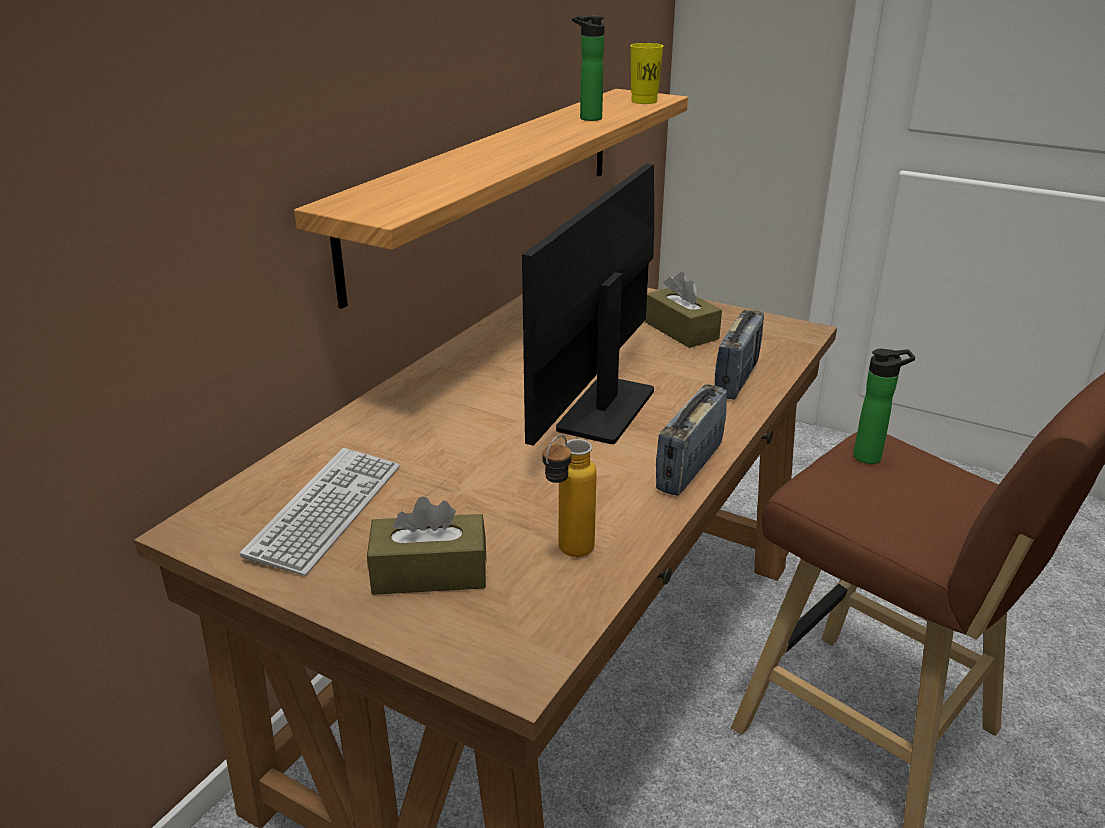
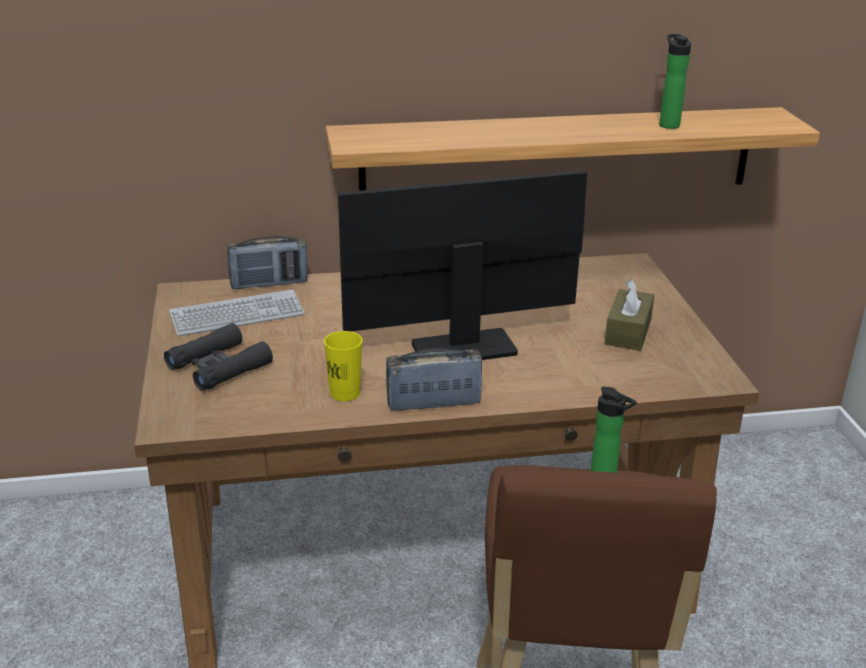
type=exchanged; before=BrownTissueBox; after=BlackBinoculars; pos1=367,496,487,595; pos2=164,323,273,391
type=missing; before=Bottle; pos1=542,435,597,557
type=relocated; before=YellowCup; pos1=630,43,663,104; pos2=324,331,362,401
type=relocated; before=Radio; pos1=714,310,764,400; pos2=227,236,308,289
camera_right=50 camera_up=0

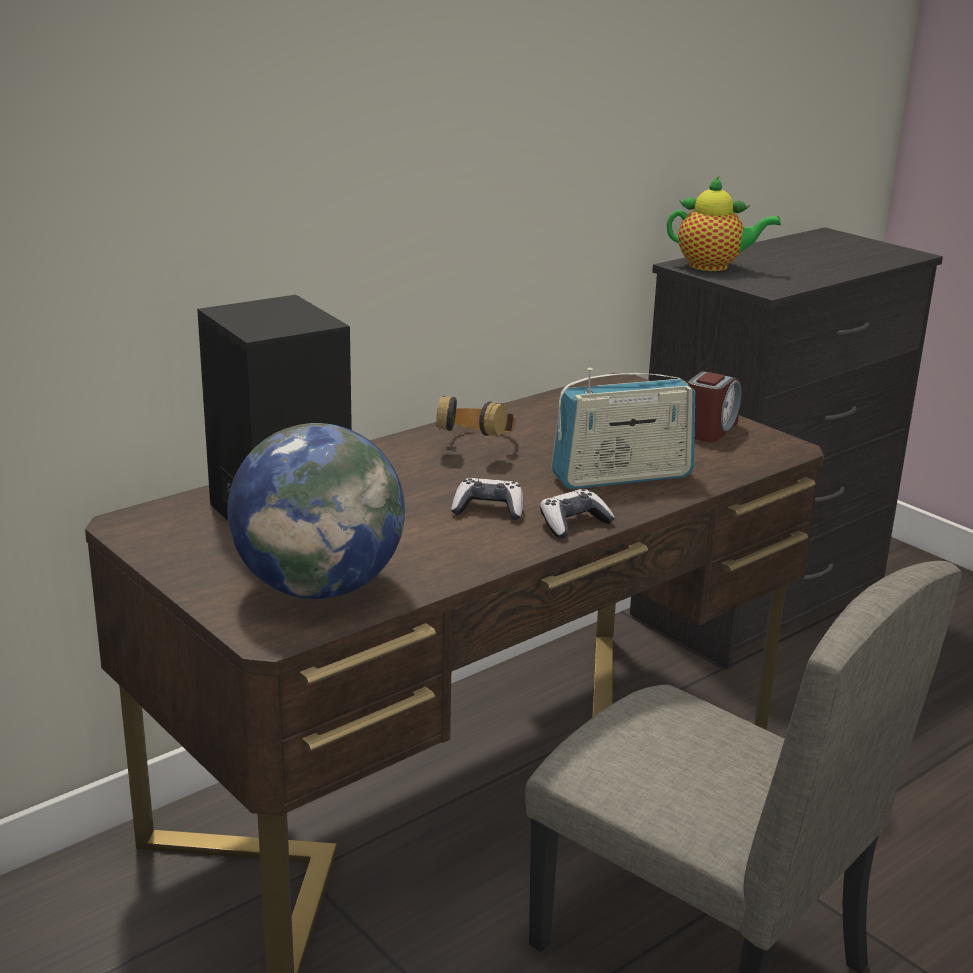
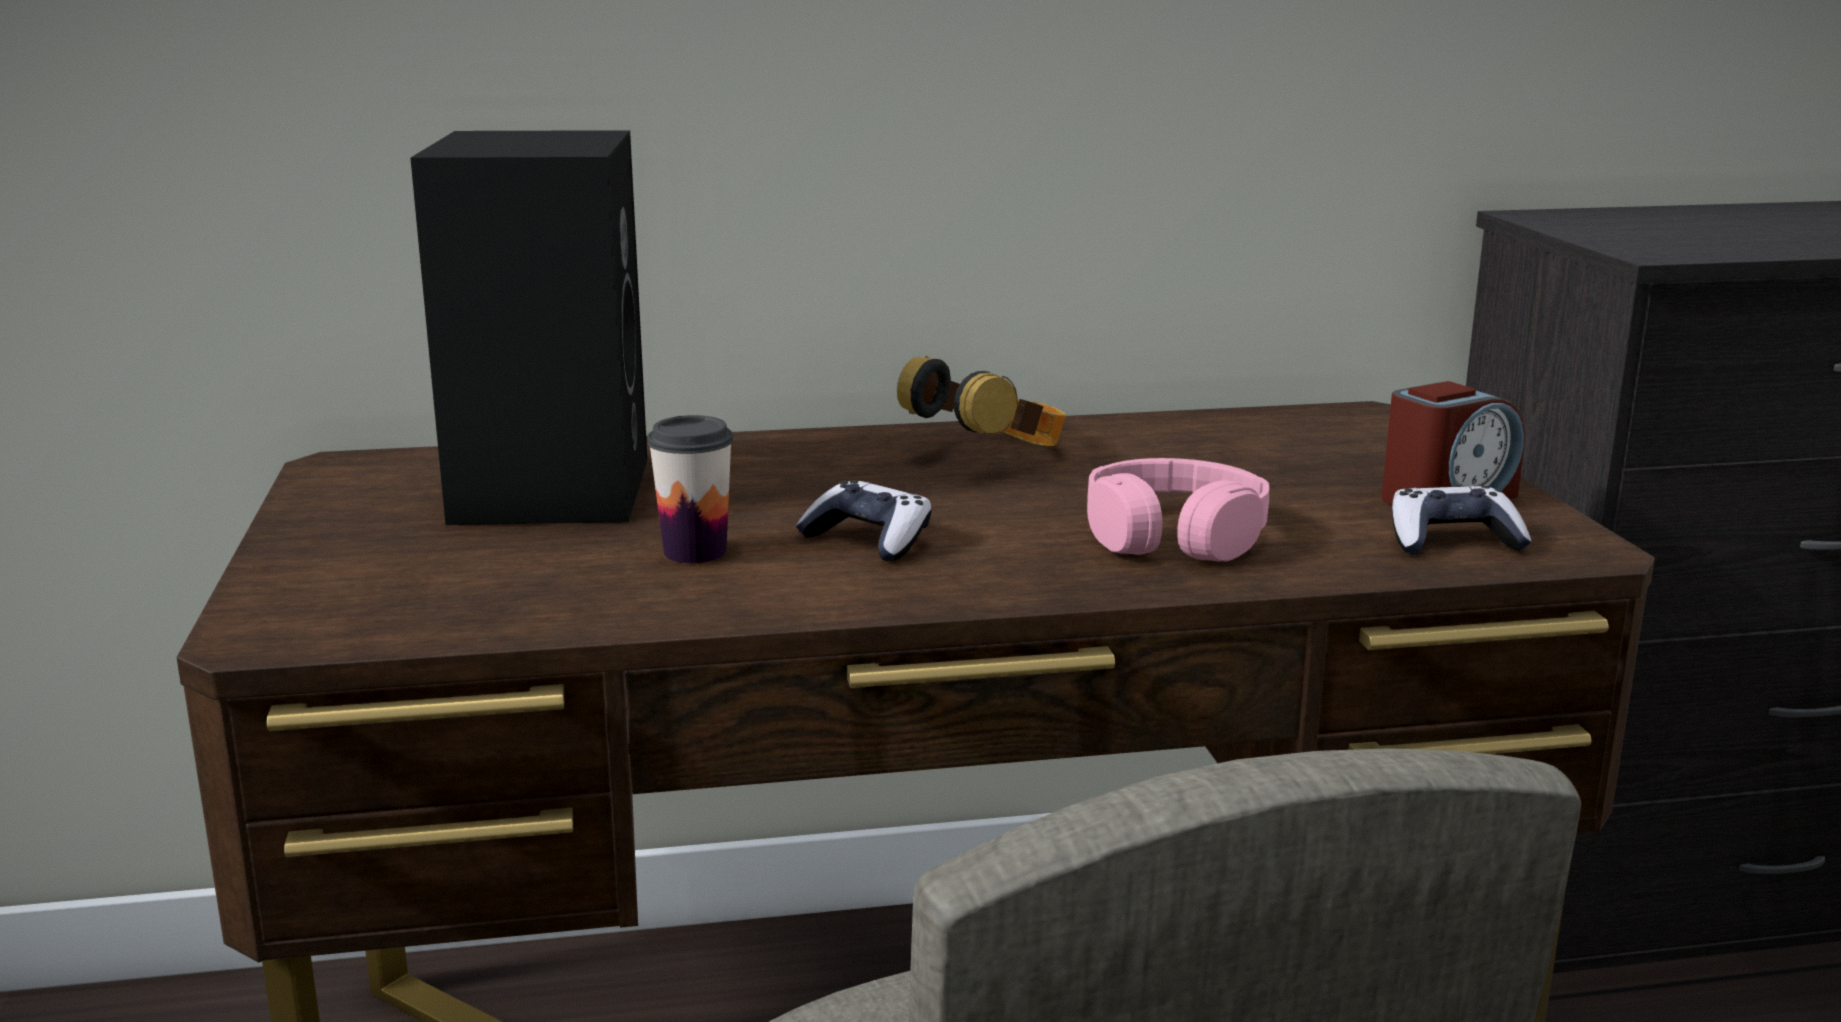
type=missing; before=Globe; pos1=227,423,405,599
type=relocated; before=GameController; pos1=540,489,615,538; pos2=1392,486,1532,555
type=exchanged; before=Radio; after=PinkHeadphones; pos1=551,368,695,489; pos2=1087,458,1269,562
type=missing; before=Teapot; pos1=667,176,781,271
type=appeared; after=Cup; pos2=647,415,733,564
camera_right=30 camera_up=-5

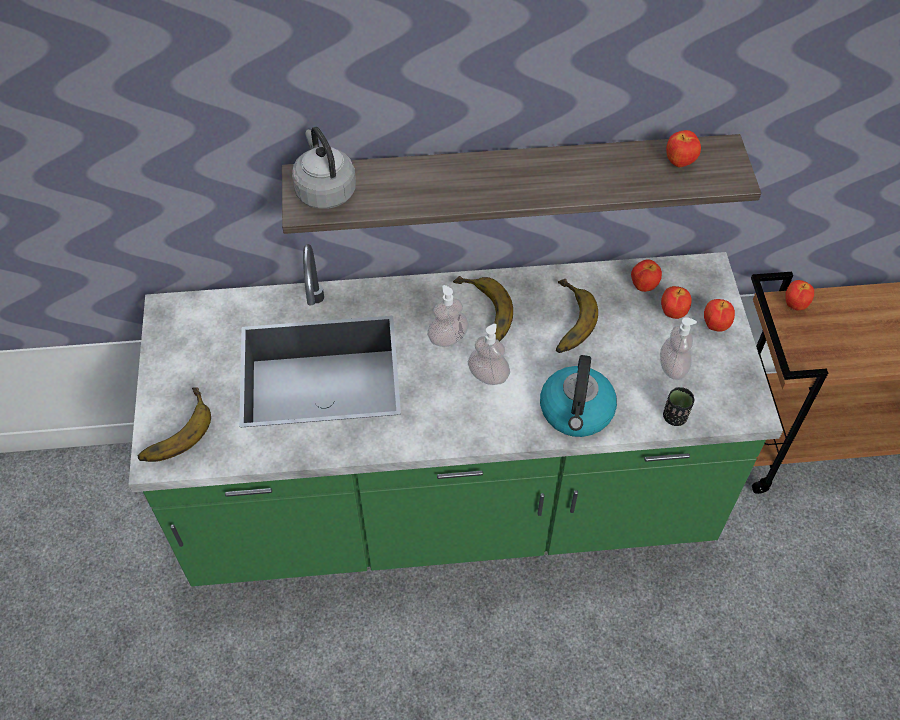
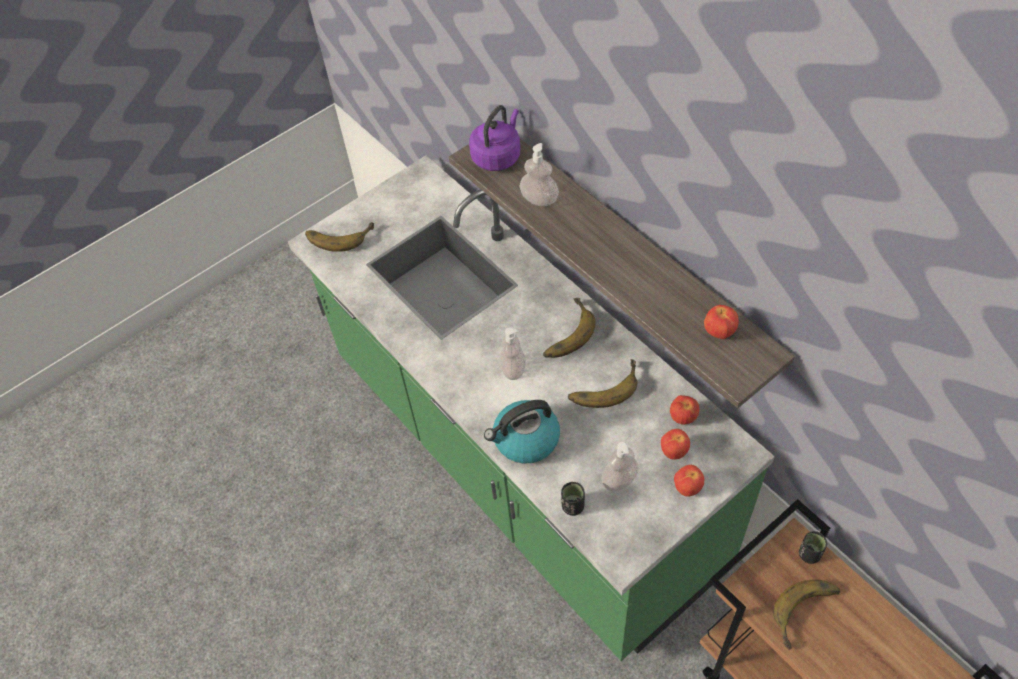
type=colour; before=GreyKettle; after=PurpleKettle; pos1=292,127,356,209; pos2=469,105,520,171
type=relocated; before=SoapDispenser; pos1=427,285,469,347; pos2=520,143,559,206
type=exchanged; before=Apple; after=BlackCup; pos1=785,280,814,311; pos2=799,531,827,564
type=appeared; after=Banana; pos2=773,580,840,650
camera_right=60 camera_up=0

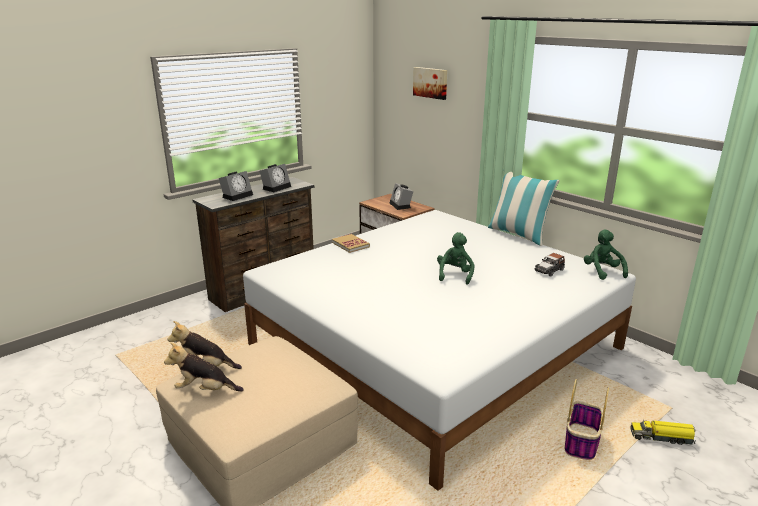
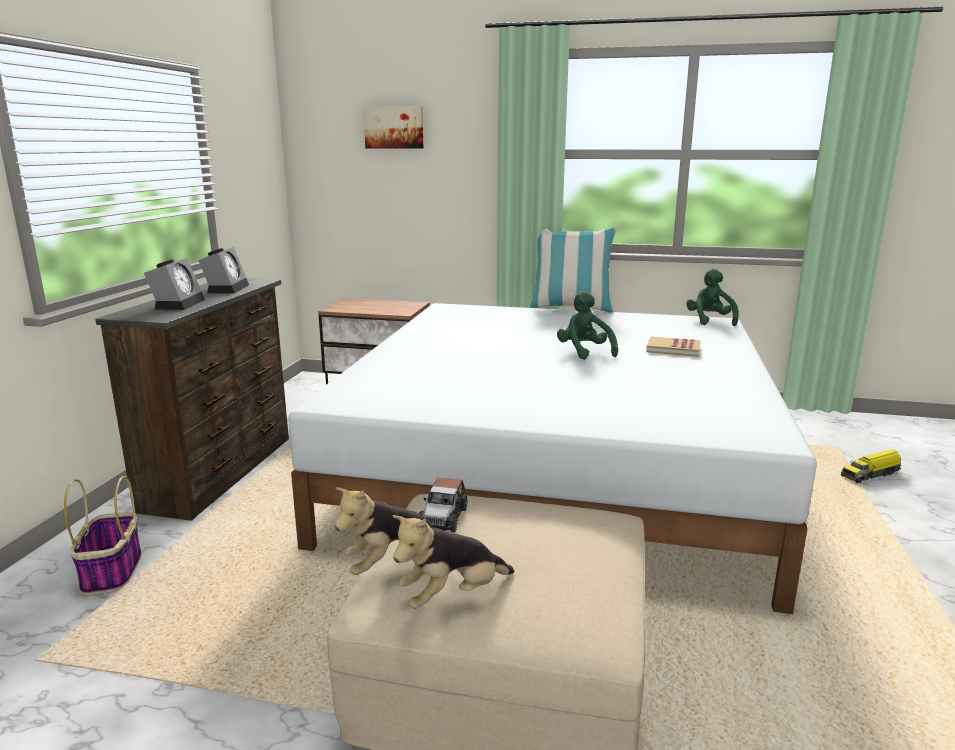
type=relocated; before=Book; pos1=332,234,370,253; pos2=646,336,700,357
type=missing; before=AlarmClock; pos1=390,183,413,210
type=relocated; before=ToyCar; pos1=535,253,565,277; pos2=419,477,467,533
type=relocated; before=Basket; pos1=565,379,609,460; pos2=64,476,142,595
type=spun; before=GreenPlushToy; pos1=584,229,628,280; pos2=686,268,739,326; turn=45
camera_right=-35 camera_up=-5

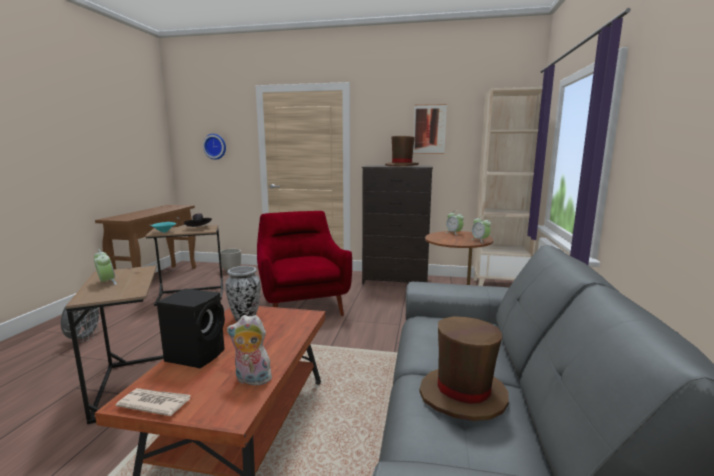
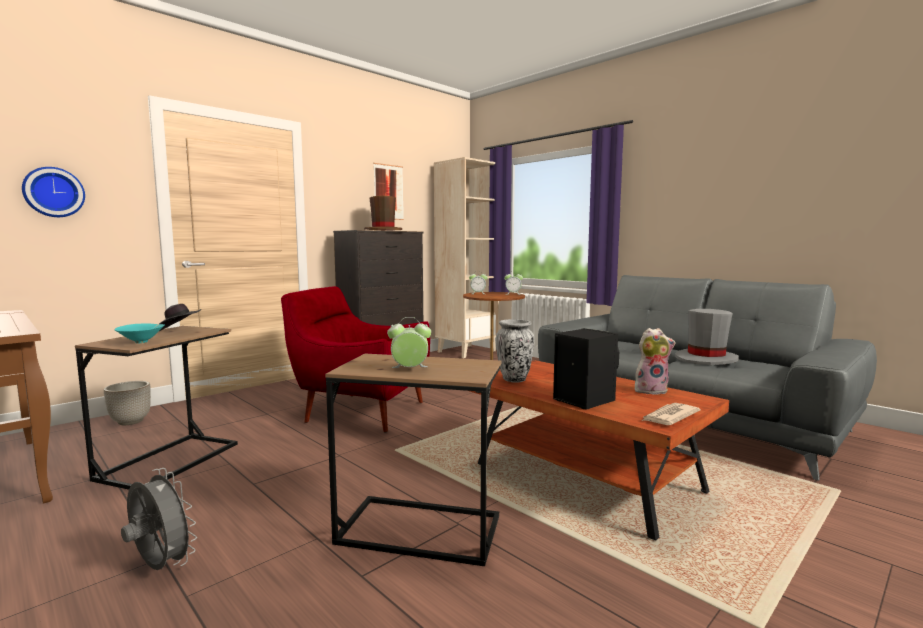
type=spun; before=PlushToy; pos1=227,315,272,386; pos2=635,328,675,395; turn=-135
type=colour; before=BrownHat; after=GreyHat; pos1=419,316,509,421; pos2=675,309,739,365
camera_right=-55 camera_up=-5

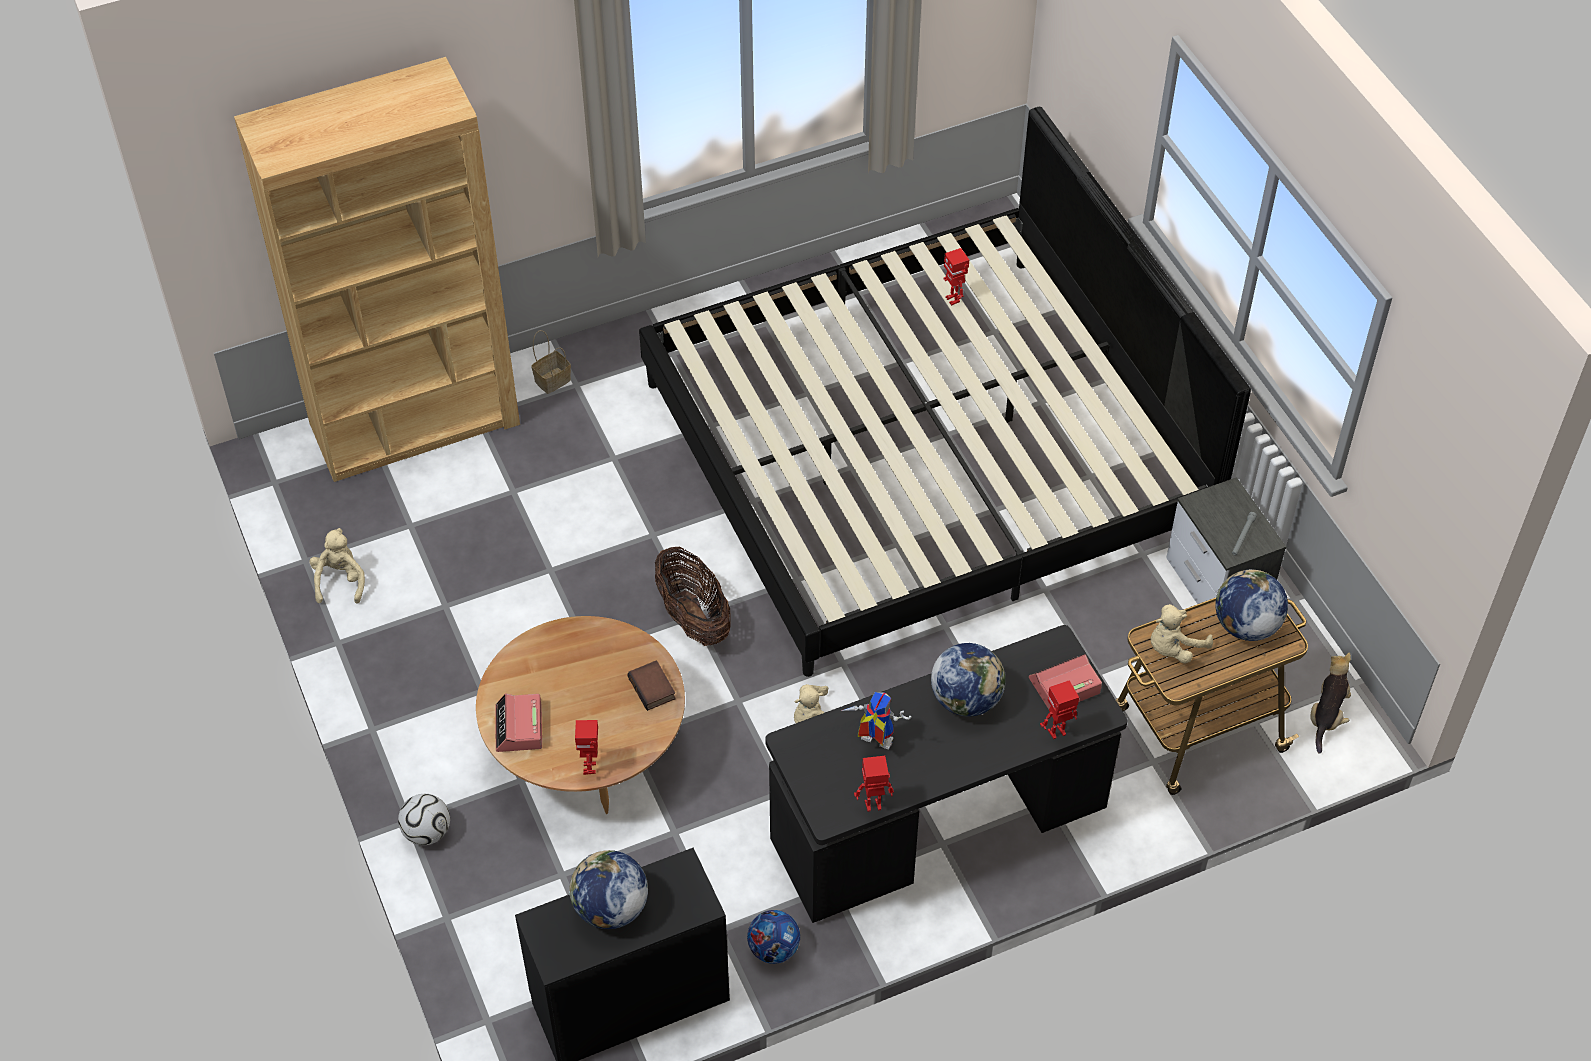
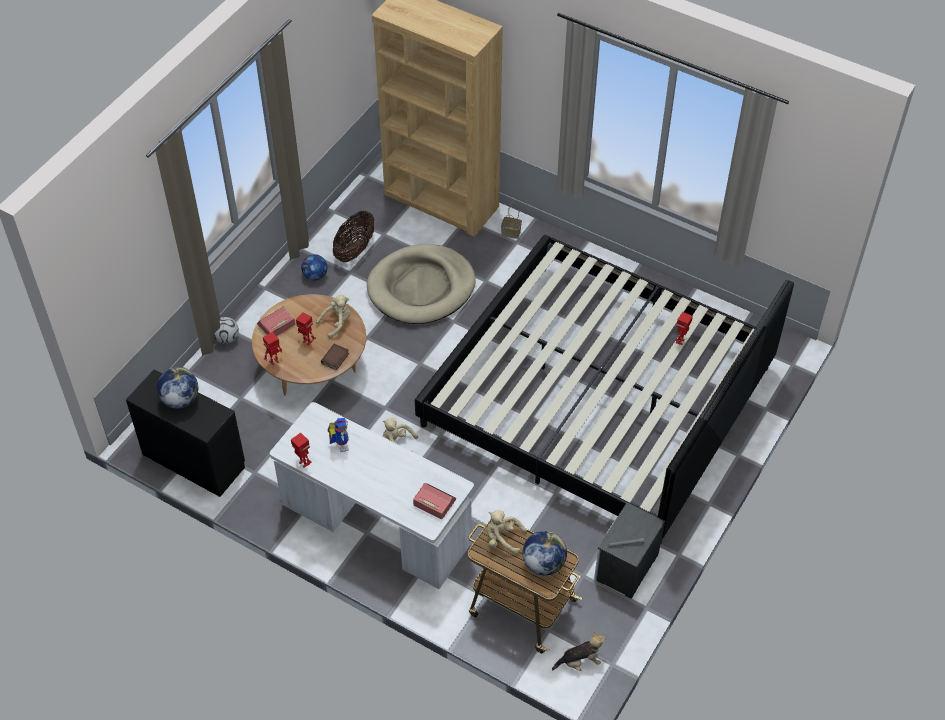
type=relocated; before=BeigePlushToy; pos1=309,528,365,604; pos2=316,295,350,338
type=relocated; before=Basket; pos1=655,547,730,646; pos2=333,211,374,262
type=relocated; before=Football; pos1=747,910,800,964; pos2=301,254,327,280
type=colour; before=BlackDesk; after=WhiteDesk; pos1=765,625,1127,923; pos2=270,402,474,589
type=missing; before=Globe; pos1=931,643,1006,717
type=relocated; before=ToyRobot; pos1=1040,680,1079,739; pos2=296,312,316,345
type=appeared; after=BeigeDogBed; pos2=367,244,476,324
camera_right=55 camera_up=0

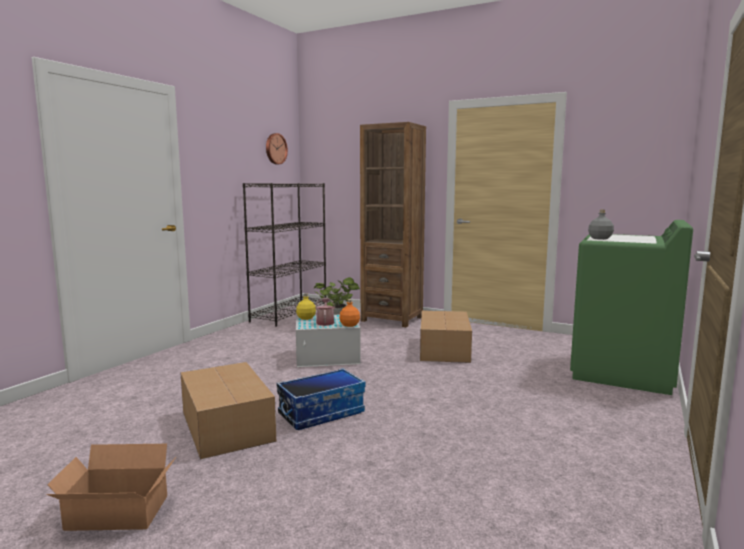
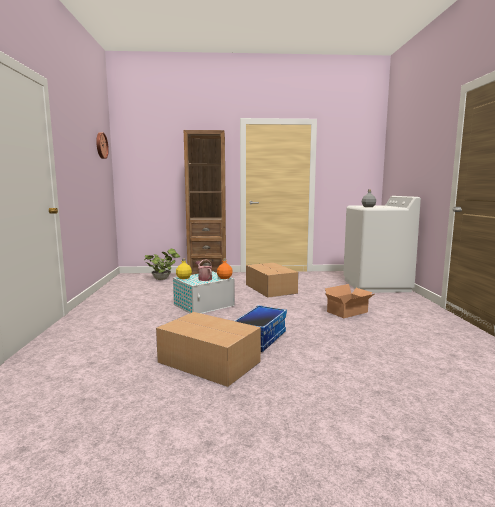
type=relocated; before=CardboardBox; pos1=46,444,177,531; pos2=325,284,374,318
type=missing; before=BlackBookcase; pos1=243,183,326,327
type=colour; before=GreenWashingMachine; after=WhiteWashingMachine; pos1=570,220,693,395; pos2=343,196,421,293
camera_right=-30 camera_up=0

